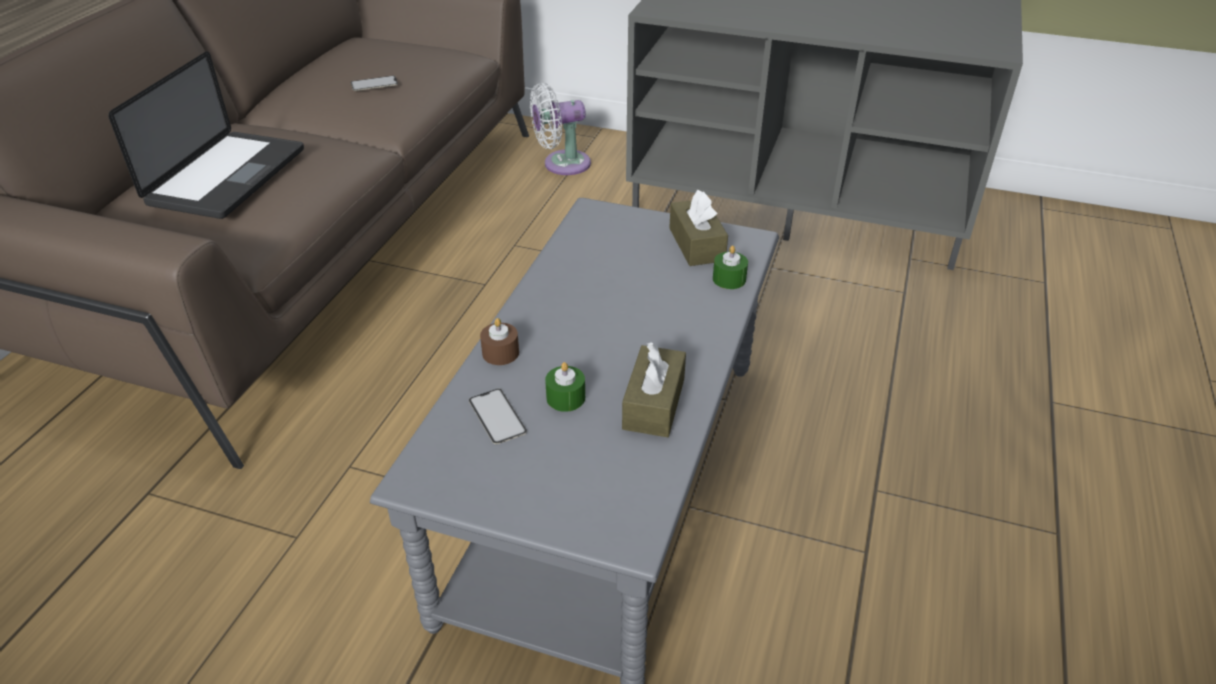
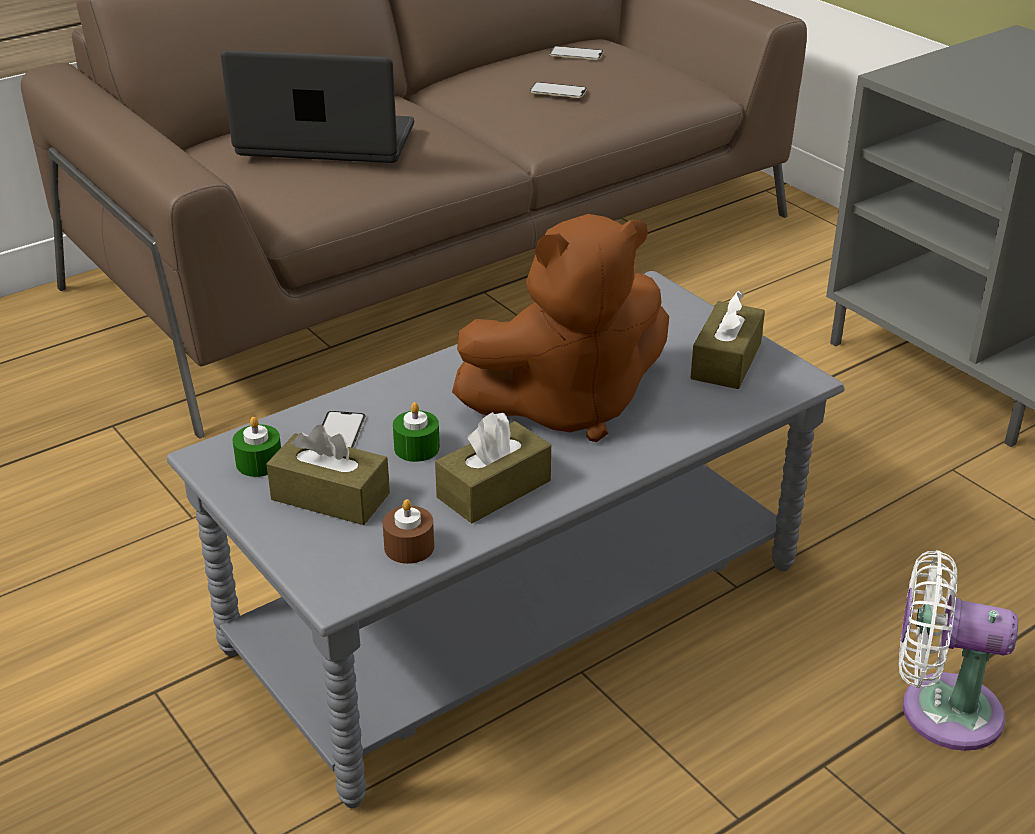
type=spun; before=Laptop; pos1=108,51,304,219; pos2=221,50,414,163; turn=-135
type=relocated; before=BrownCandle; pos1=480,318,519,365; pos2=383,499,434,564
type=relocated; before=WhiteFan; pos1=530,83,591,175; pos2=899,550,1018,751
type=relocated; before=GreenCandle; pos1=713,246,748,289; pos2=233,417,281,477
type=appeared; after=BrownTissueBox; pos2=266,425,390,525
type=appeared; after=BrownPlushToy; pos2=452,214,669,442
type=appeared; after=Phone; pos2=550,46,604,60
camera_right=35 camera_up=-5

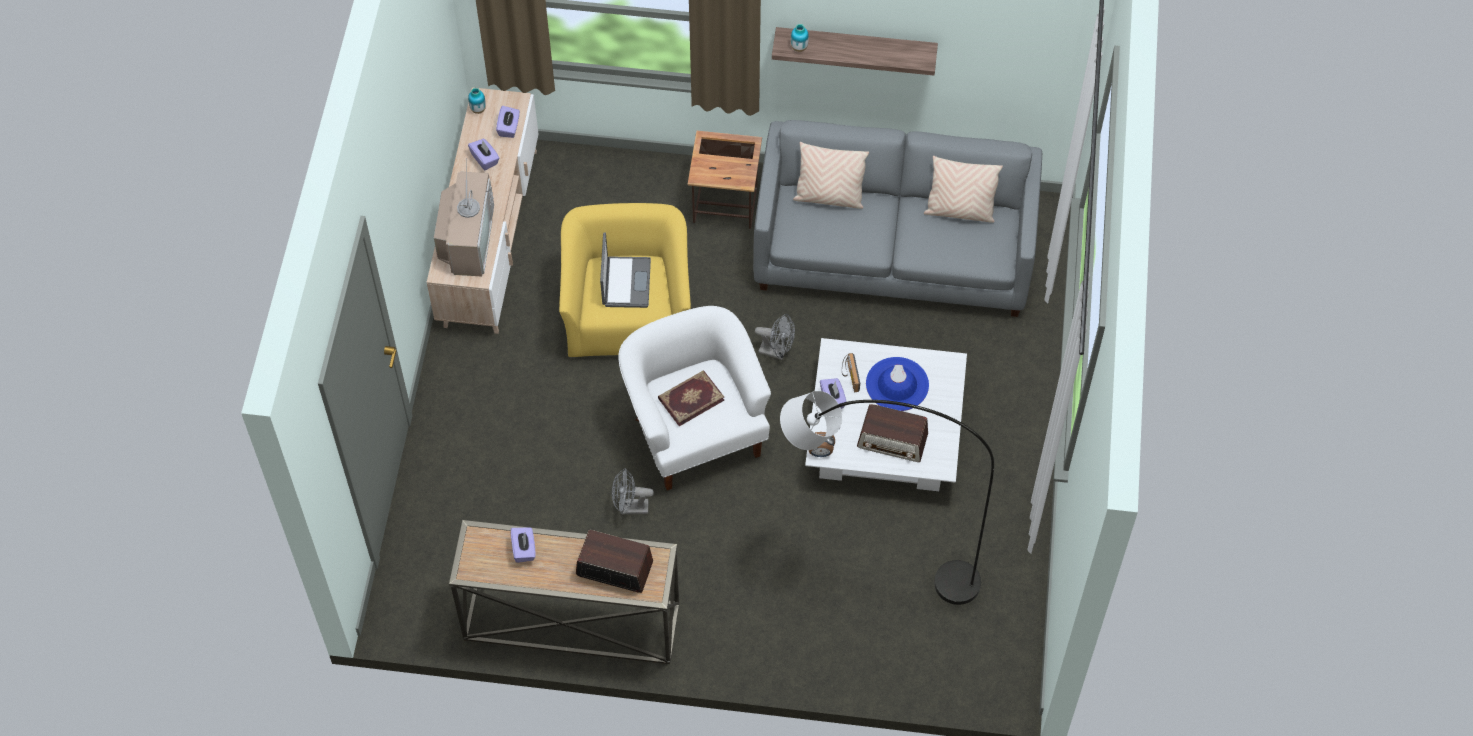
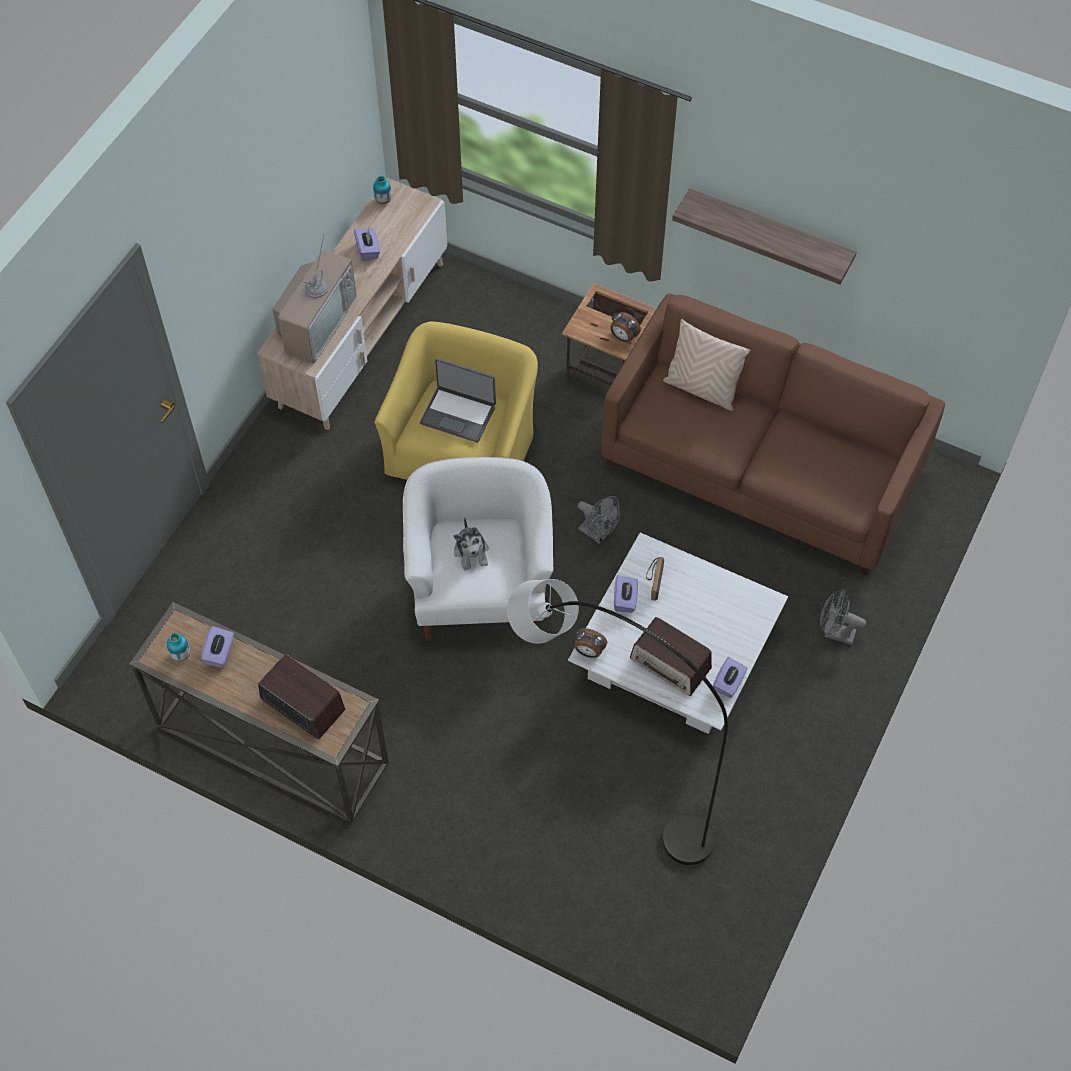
type=relocated; before=PurpleTissueBox; pos1=496,106,520,138; pos2=713,657,747,698
type=spun; before=Laptop; pos1=600,232,651,308; pos2=420,358,496,442; turn=90
type=relocated; before=GreyFan; pos1=612,468,654,514; pos2=820,589,866,645
type=exchanged; before=Book; after=PlushToy; pos1=658,370,724,426; pos2=454,517,489,571
type=colour; before=GreySofa; after=BrownSofa; pos1=753,120,1042,317; pos2=601,294,945,576
type=relocated; before=Vase; pos1=791,24,809,52; pos2=167,633,190,662
type=missing; before=BlueHat; pos1=866,357,929,411
type=missing; before=BeigePillow; pos1=924,156,1003,223
type=appeared; after=AlarmClock; pos2=610,312,641,342
camera_right=20 camera_up=0

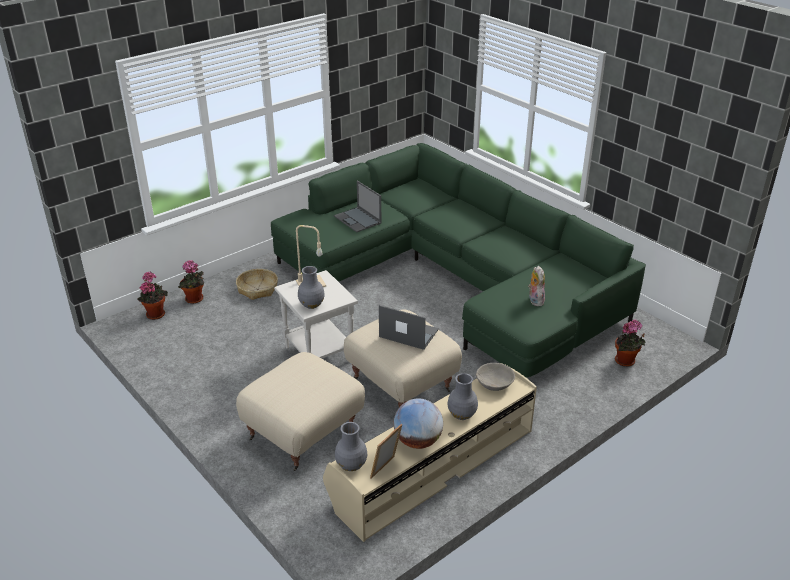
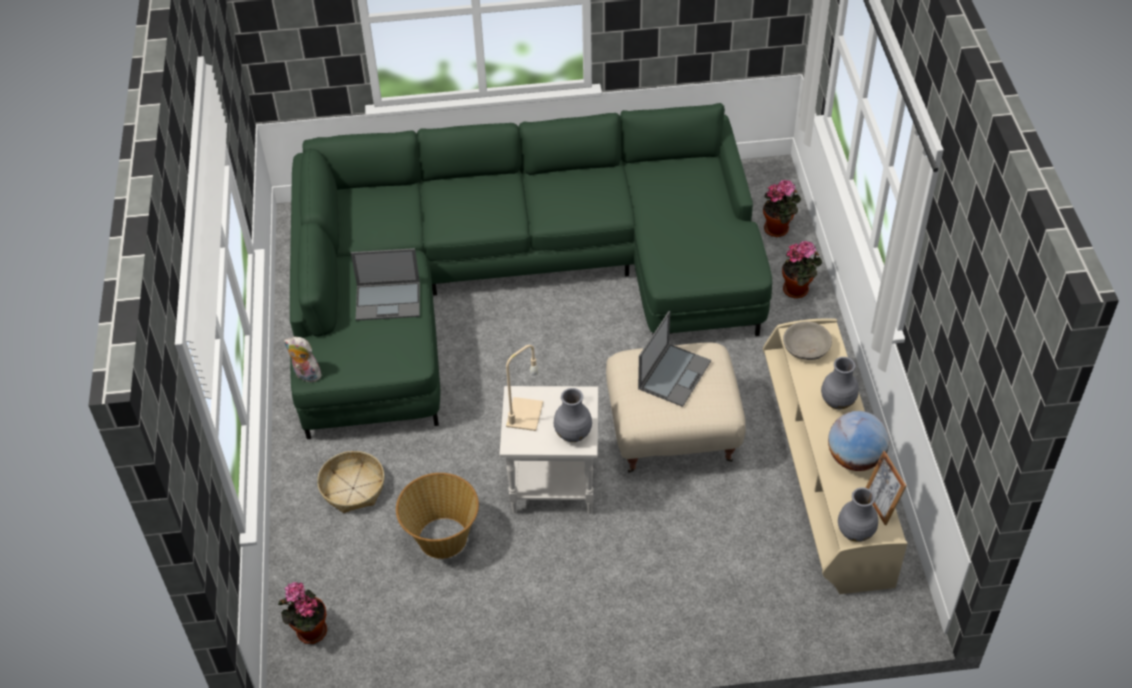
type=relocated; before=PottedPlant; pos1=178,260,204,304; pos2=782,241,822,298
type=missing; before=BeigeOttoman; pos1=236,352,365,471
type=spun; before=Laptop; pos1=379,305,439,350; pos2=638,311,711,407; turn=150
type=relocated; before=PlushToy; pos1=528,266,545,306; pos2=284,337,322,382
type=appeared; after=Basket; pos2=396,473,479,559
camera_right=-55 camera_up=15

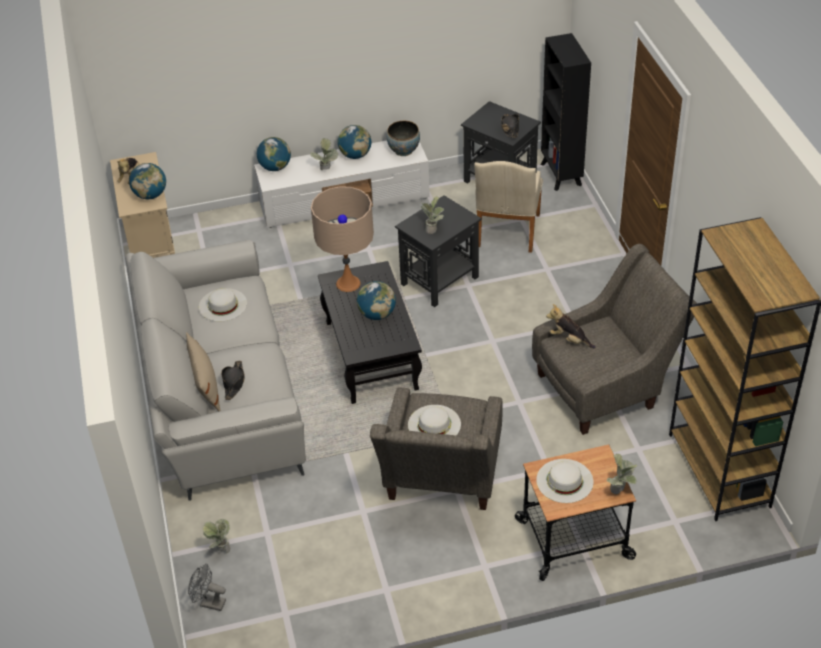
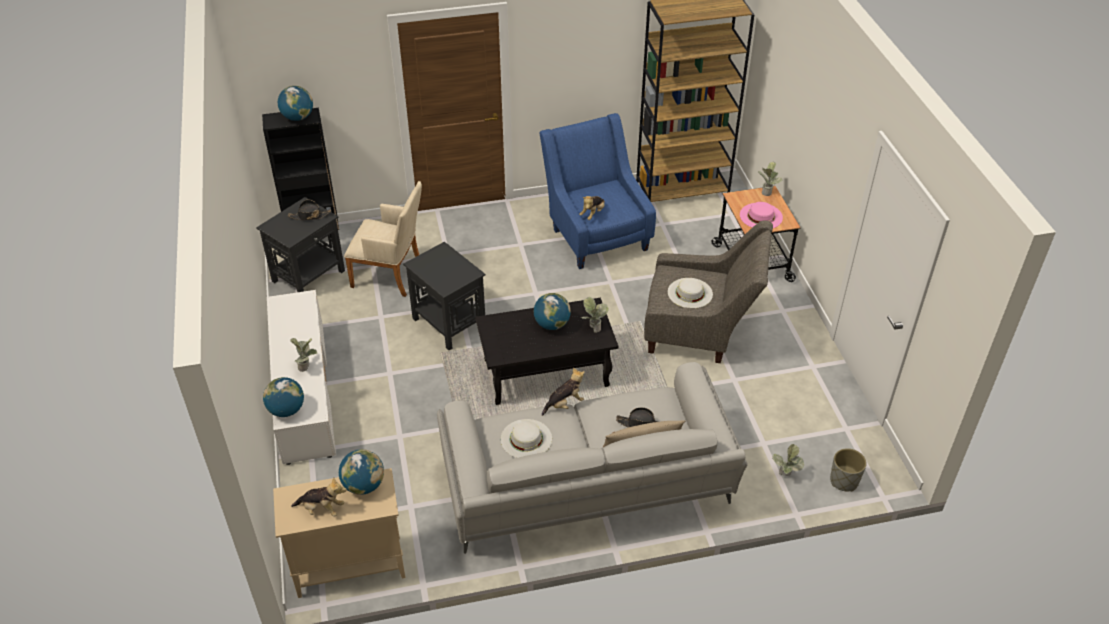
type=exchanged; before=GreyFan; after=GreyPlanter; pos1=188,563,226,611; pos2=830,448,867,491
type=missing; before=BeigeTableLamp; pos1=311,186,374,292
type=relocated; before=Globe; pos1=338,125,371,159; pos2=278,86,313,121
type=missing; before=Bowl; pos1=387,121,420,156
type=relocated; before=PottedPlant; pos1=421,196,444,234; pos2=581,297,609,333
type=colour; before=GreyArmchair; after=BlueArmchair; pos1=532,244,697,435; pos2=540,113,656,269
type=colour; before=WhiteHat; after=PinkHat; pos1=536,459,593,503; pos2=740,202,783,228
type=appeared; after=PlushToy; pos2=542,367,584,416
camera_right=-90 camera_up=0

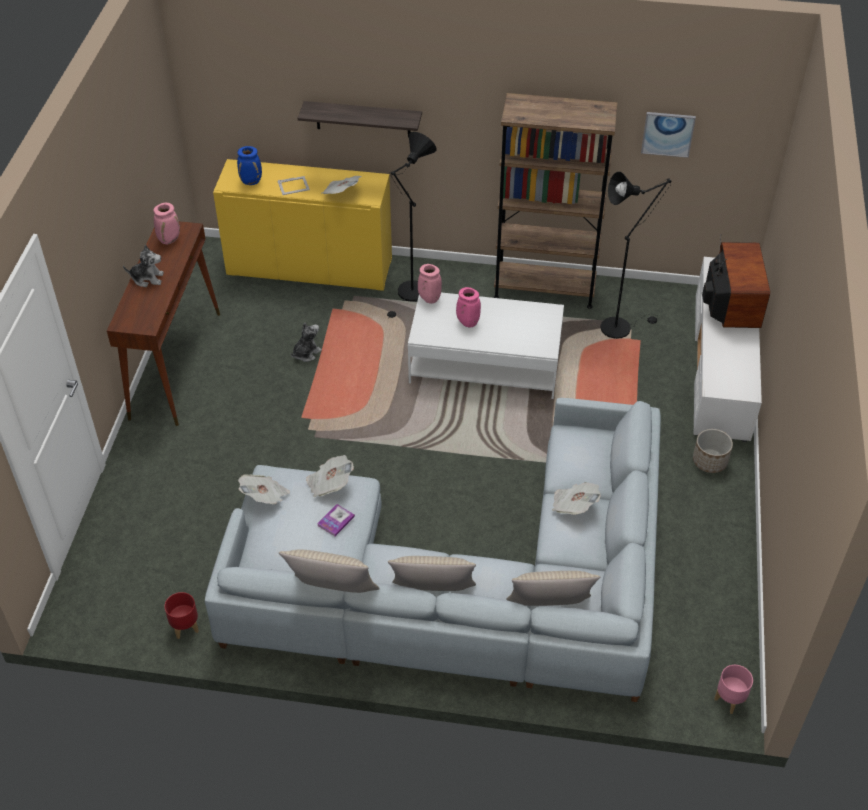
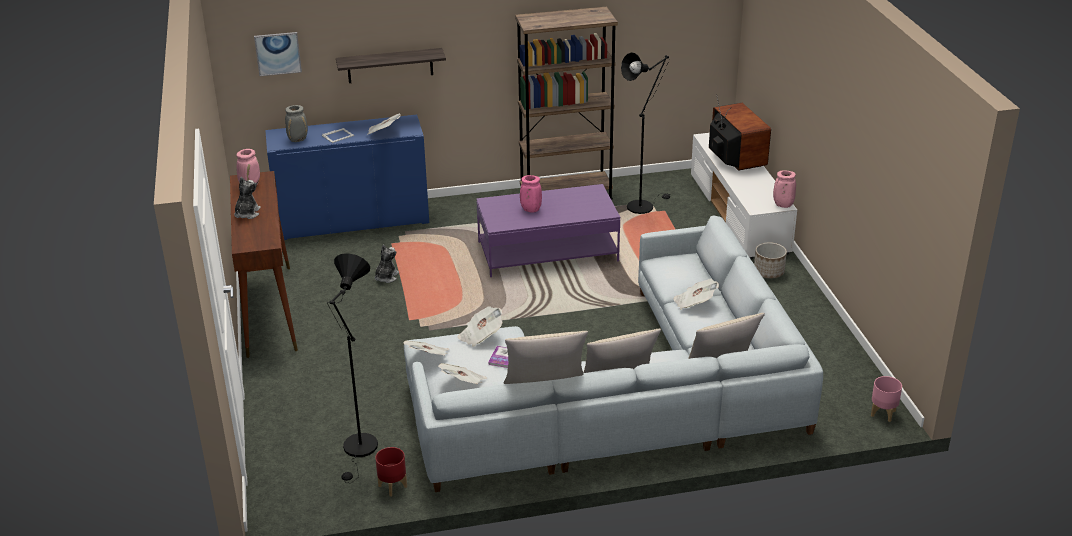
type=spun; before=PlushToy; pos1=123,245,164,287; pos2=234,177,261,219; turn=-60
type=colour; before=YellowCabinet; after=BlueCabinet; pos1=213,159,392,291; pos2=265,115,429,240
type=colour; before=BlueVase; after=GreyVase; pos1=237,146,262,185; pos2=285,105,308,142
type=relocated; before=BlackFloorLamp; pos1=387,132,436,318; pos2=327,253,378,483
type=colour; before=WhiteCoffeeTable; after=PurpleCoffeeTable; pos1=408,293,564,399; pos2=476,184,620,277
type=relocated; before=PinkVase; pos1=418,264,442,304; pos2=773,170,796,208
type=relocated; before=Picture; pos1=641,112,696,158; pos2=254,32,302,76
type=appeared; after=Newspaper; pos2=438,363,487,384
camera_right=-20 camera_up=-15

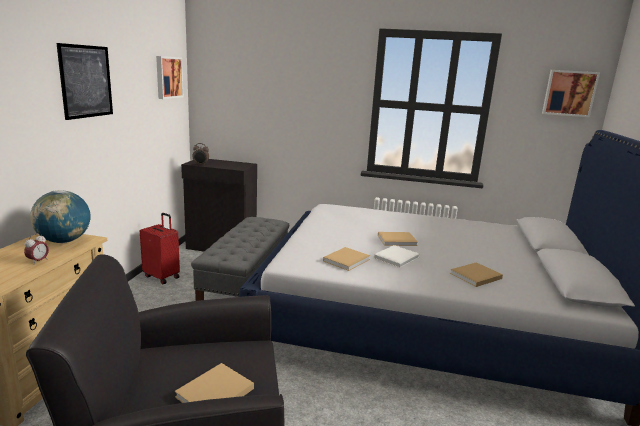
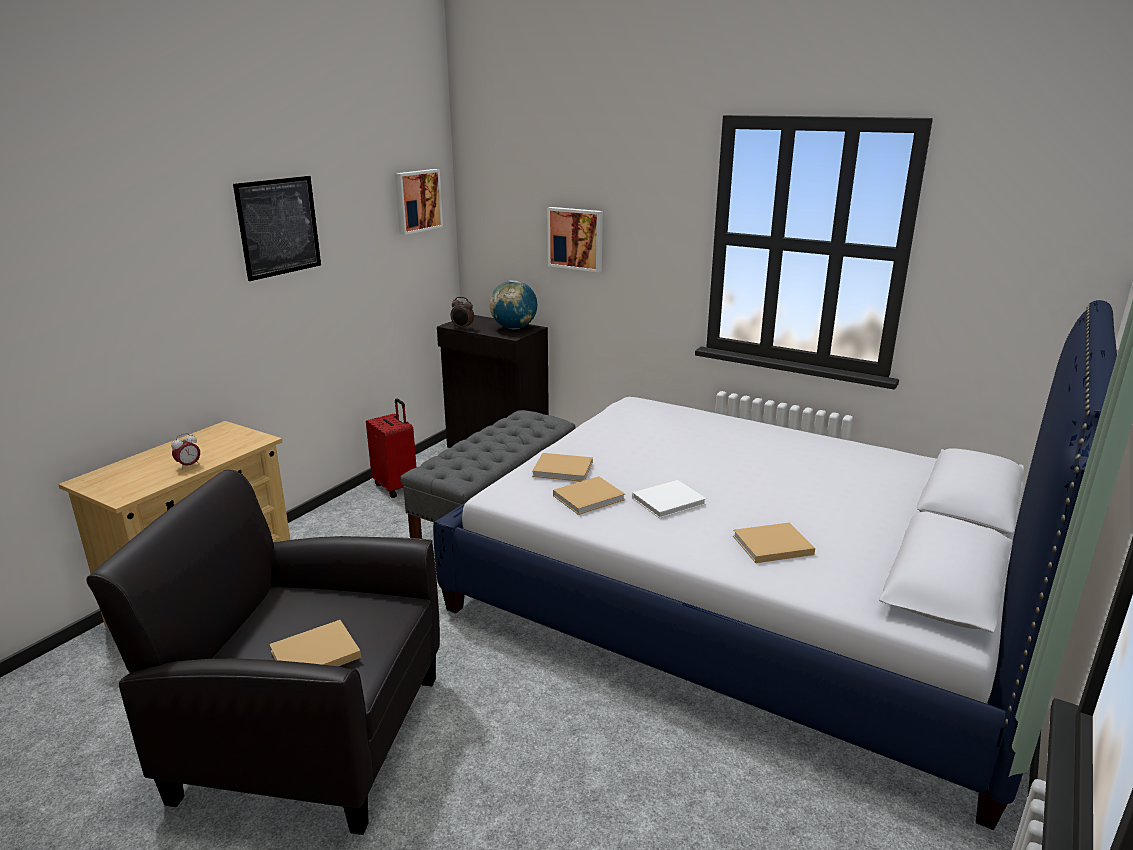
type=relocated; before=Globe; pos1=30,190,91,243; pos2=489,280,537,329
type=relocated; before=BeigeBook; pos1=378,232,418,246; pos2=532,453,593,482
type=relocated; before=Picture; pos1=542,70,600,117; pos2=547,207,603,272
camera_right=20 camera_up=5

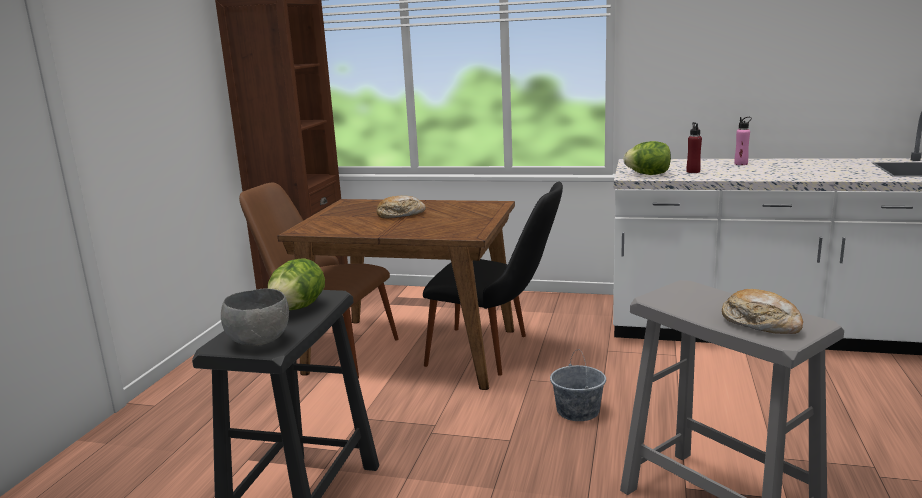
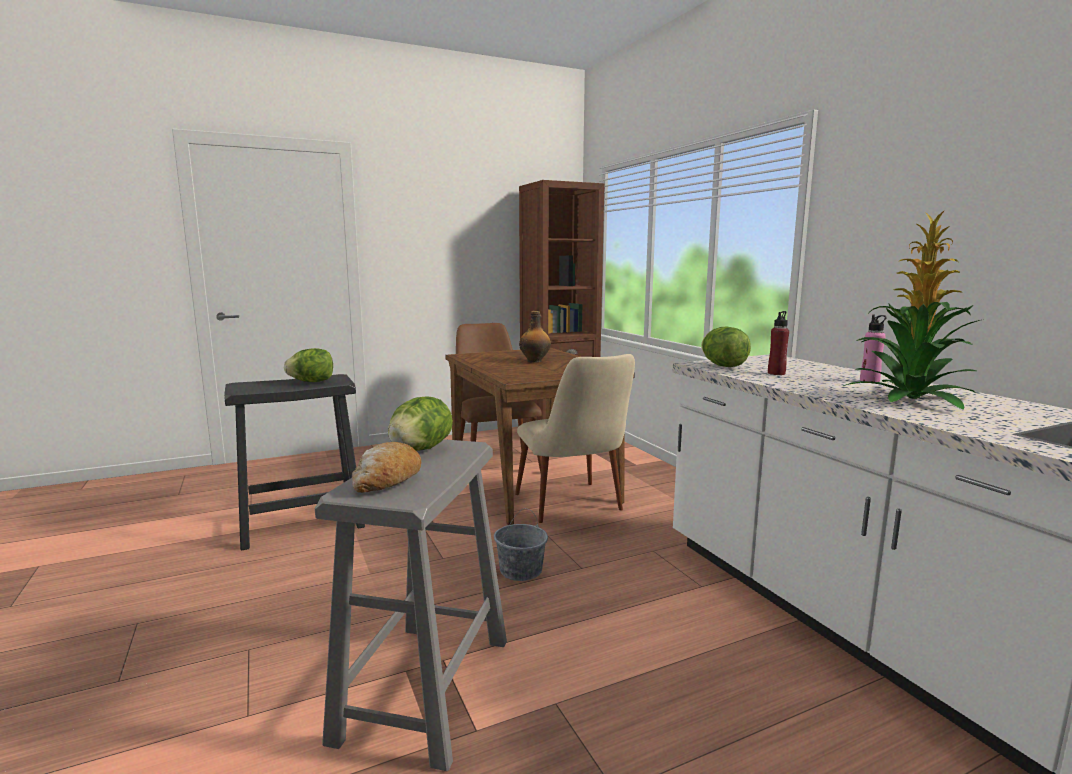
type=missing; before=GreyBowl; pos1=221,288,289,346
type=exchanged; before=Bread; after=Bottle; pos1=377,196,426,219; pos2=519,311,551,363
type=colour; before=BlackChair; after=BeigeChair; pos1=423,182,563,376; pos2=515,354,635,523
type=appeared; after=Lettuce; pos2=388,397,453,451
type=appeared; after=PottedPlant; pos2=843,210,980,410
camera_right=50 camera_up=-5

